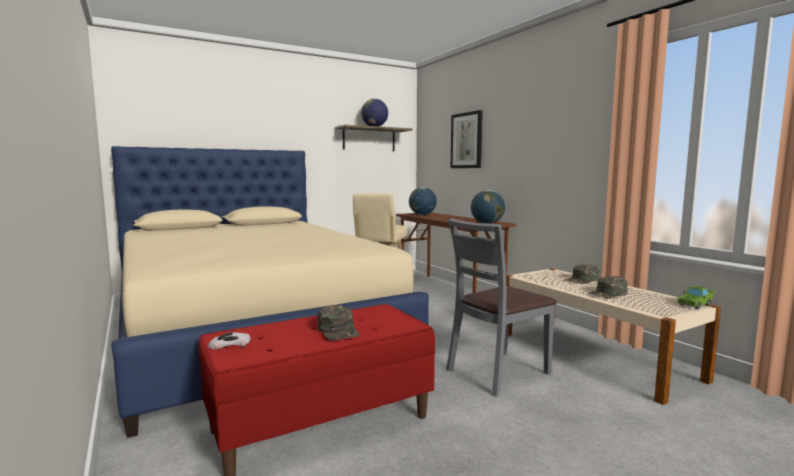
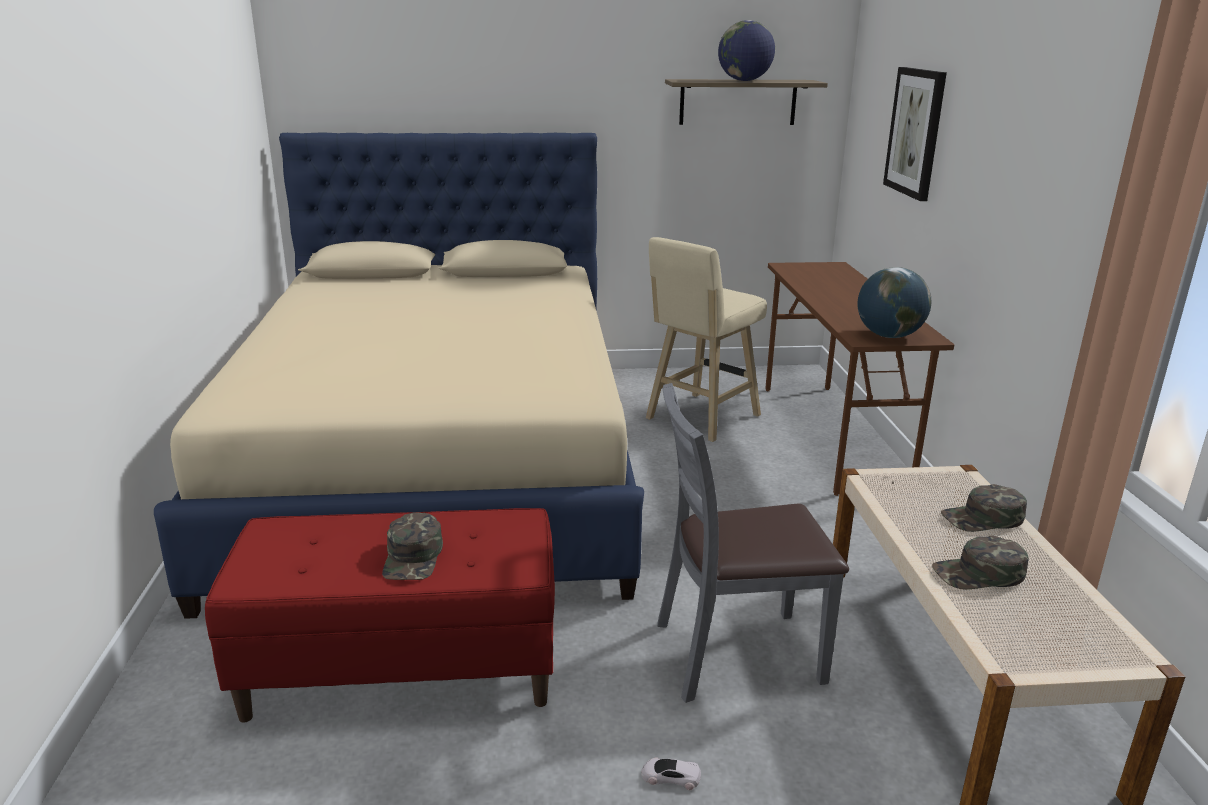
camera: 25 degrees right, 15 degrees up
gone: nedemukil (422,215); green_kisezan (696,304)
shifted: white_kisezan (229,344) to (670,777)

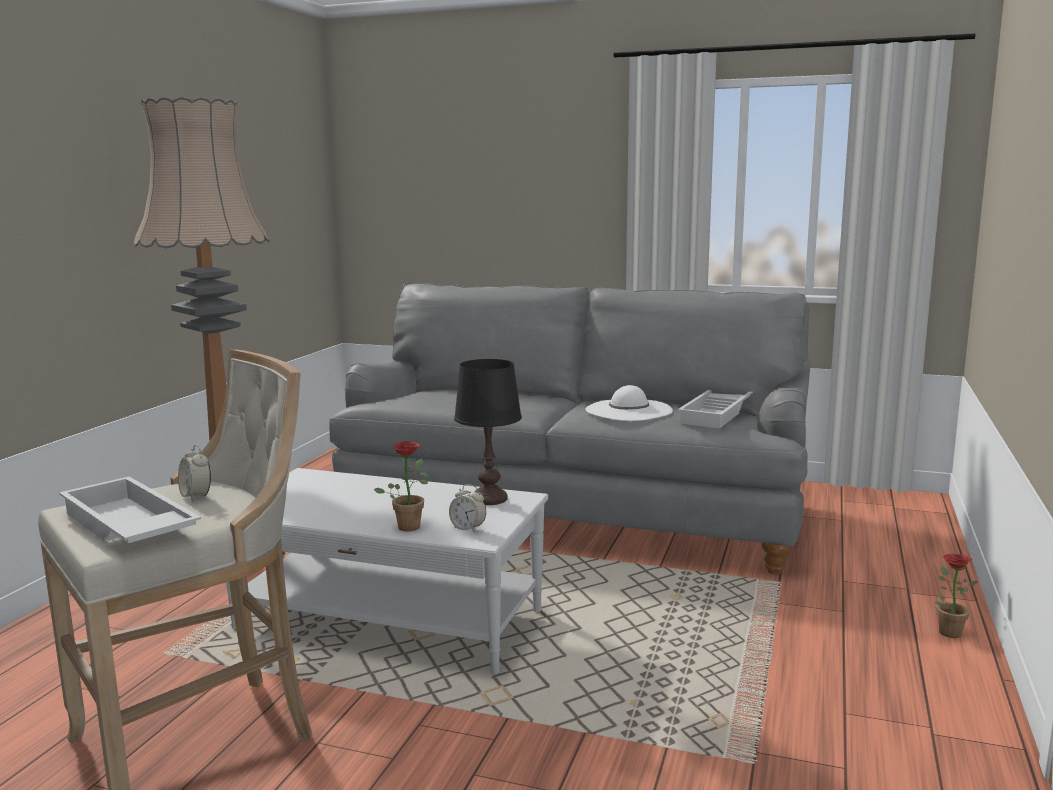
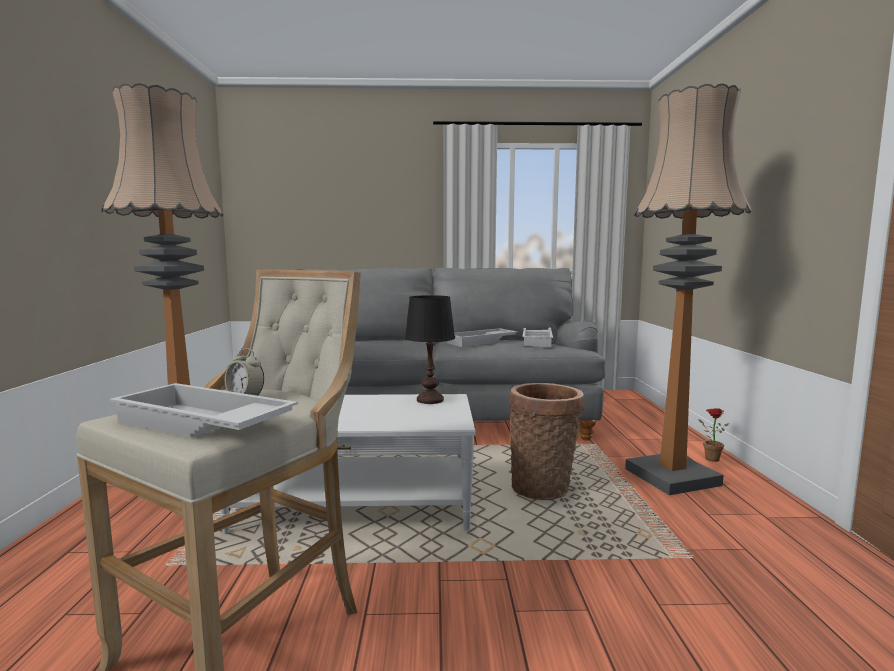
camera: 20 degrees left, 5 degrees down
gone: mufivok (409,525); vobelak (468,528)
new: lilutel (543,487); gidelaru (672,477)
swapped: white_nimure (628,410) to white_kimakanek (481,342)

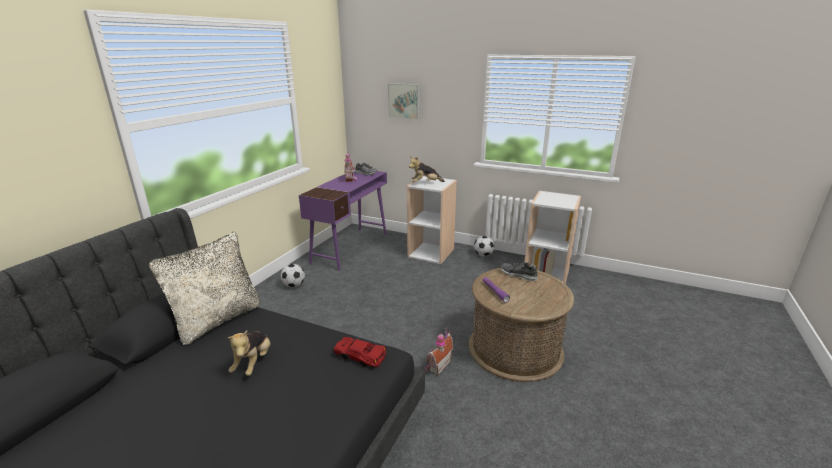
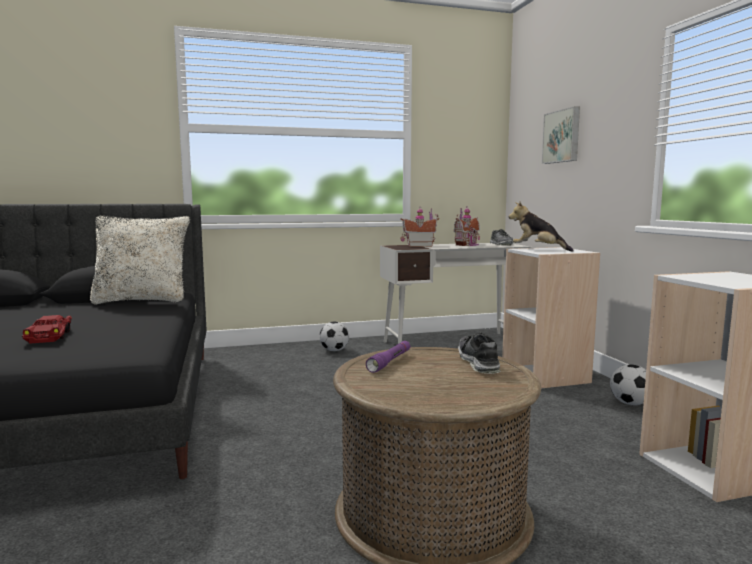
camera: 50 degrees right, 15 degrees down
gone: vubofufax (253,363)
shifted: red_kisezan (359,356) to (51,336); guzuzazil (437,365) to (419,246)
repainted: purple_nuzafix (350,247) to white_nuzafix (453,343)

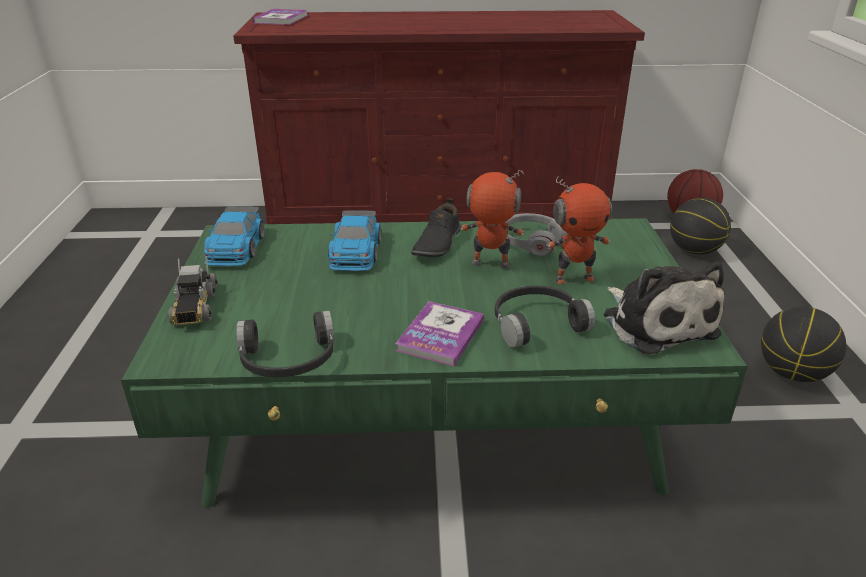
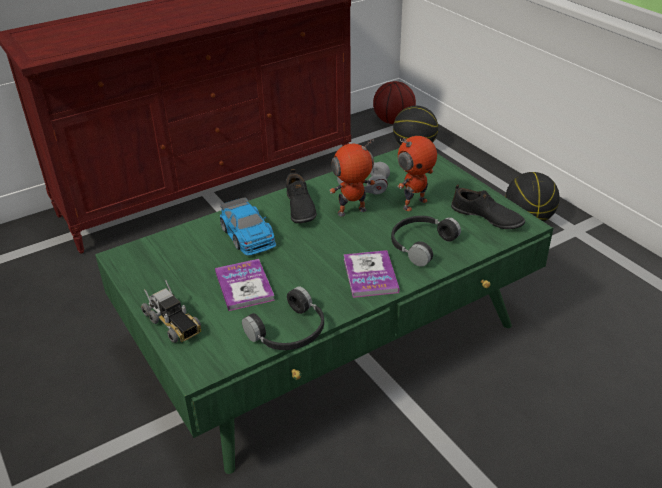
camera: 30 degrees left, 5 degrees up
gone: kisezan (236,248)
shifted: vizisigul (281,19) to (244,286)
swapped: vubofufax (656,322) to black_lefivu (486,217)

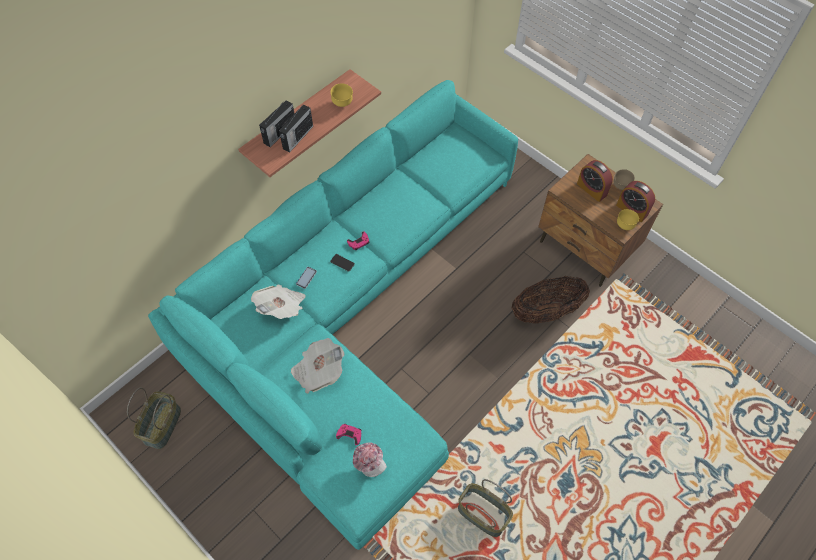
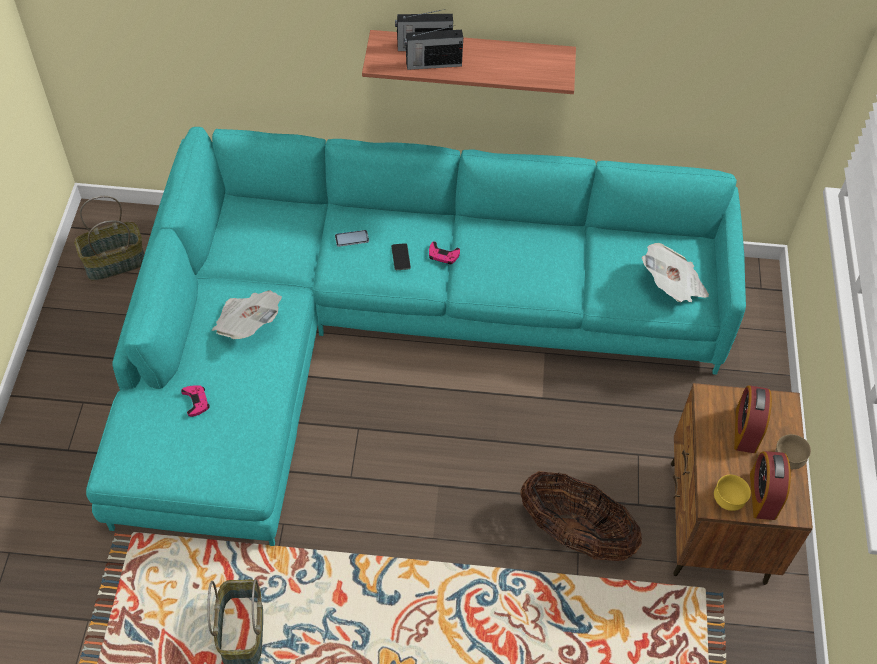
camera: 50 degrees right, 5 degrees down
gone: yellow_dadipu (342,103); nimure (369,468)
shifted: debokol (282,307) to (672,286)

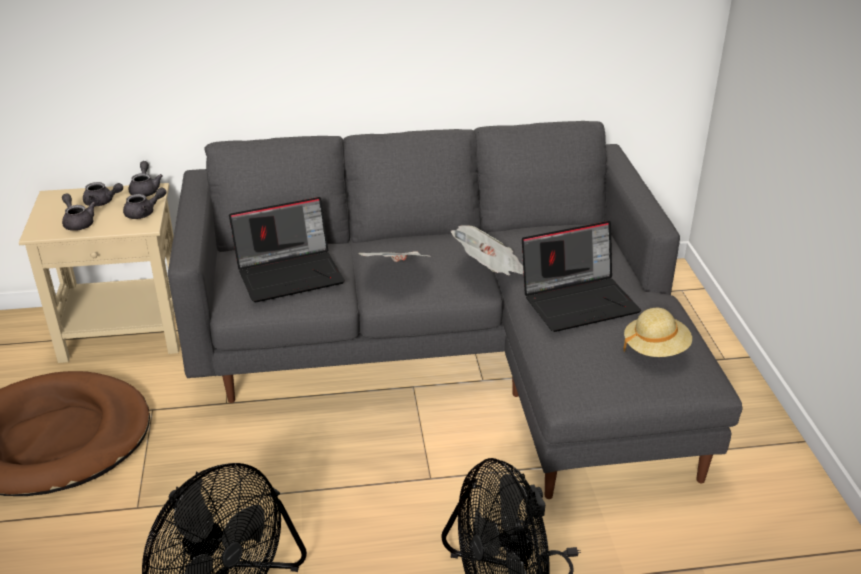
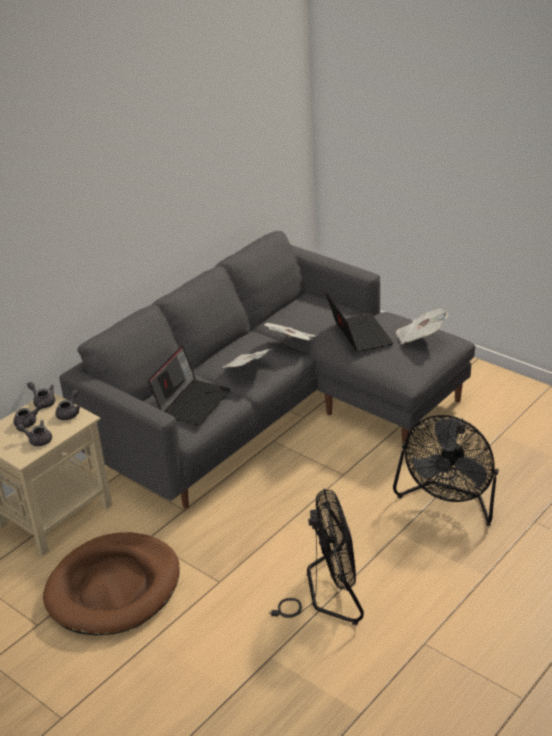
camera: 40 degrees left, 0 degrees up
swapped: beige_nimure (655,349) to debokol (420,337)
rotated: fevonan (579,301) = (358,334) 45 degrees counterclockwise

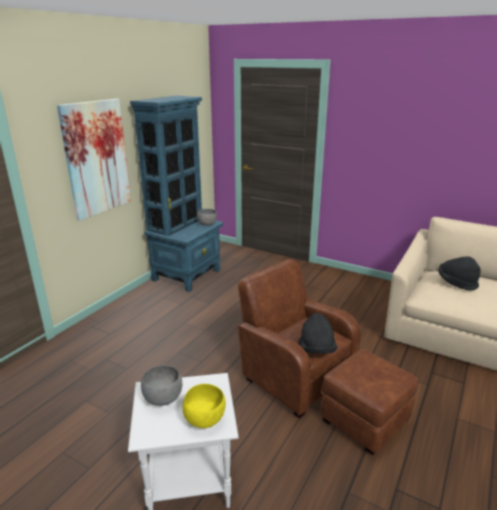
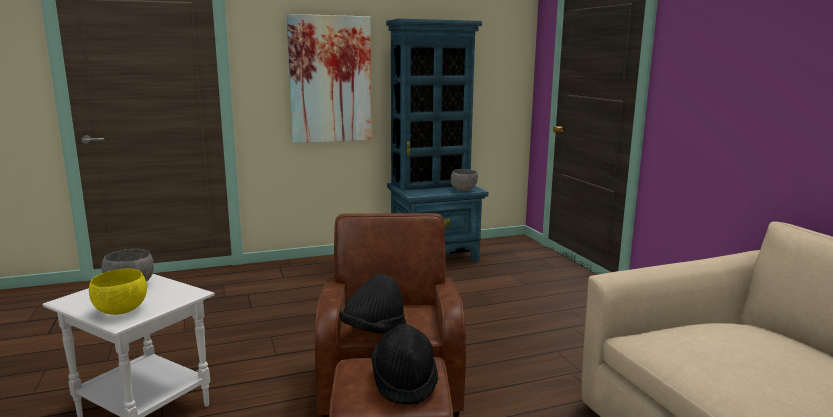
camera: 40 degrees right, 10 degrees down
shifted: black_nimure (456,283) to (404,382)

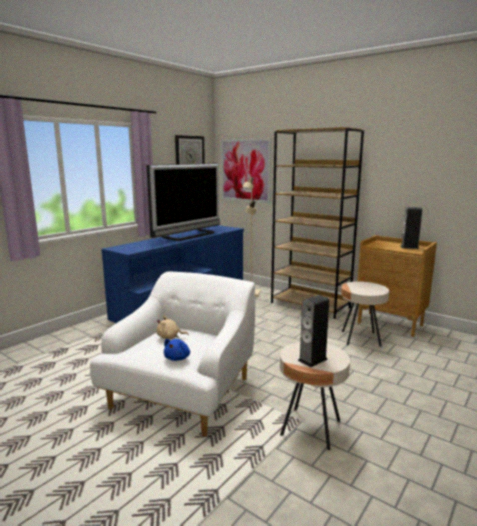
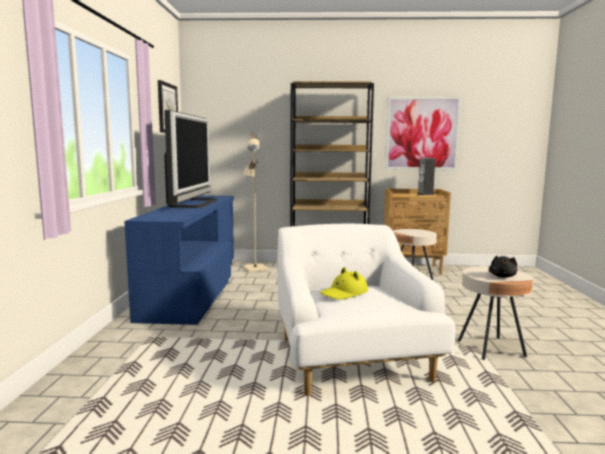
camera: 35 degrees left, 5 degrees down
gone: blue_vubofufax (178,358)
shifted: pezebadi (245,170) to (422,133)
swapped: beige_vubofufax (170,337) to yellow_nimure (344,293); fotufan (312,360) to black_vubofufax (502,276)

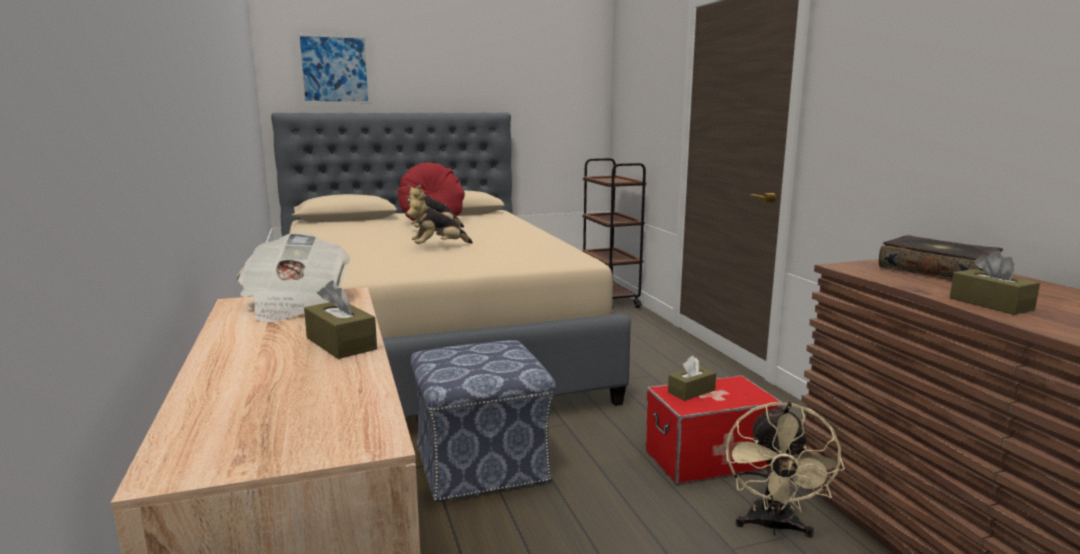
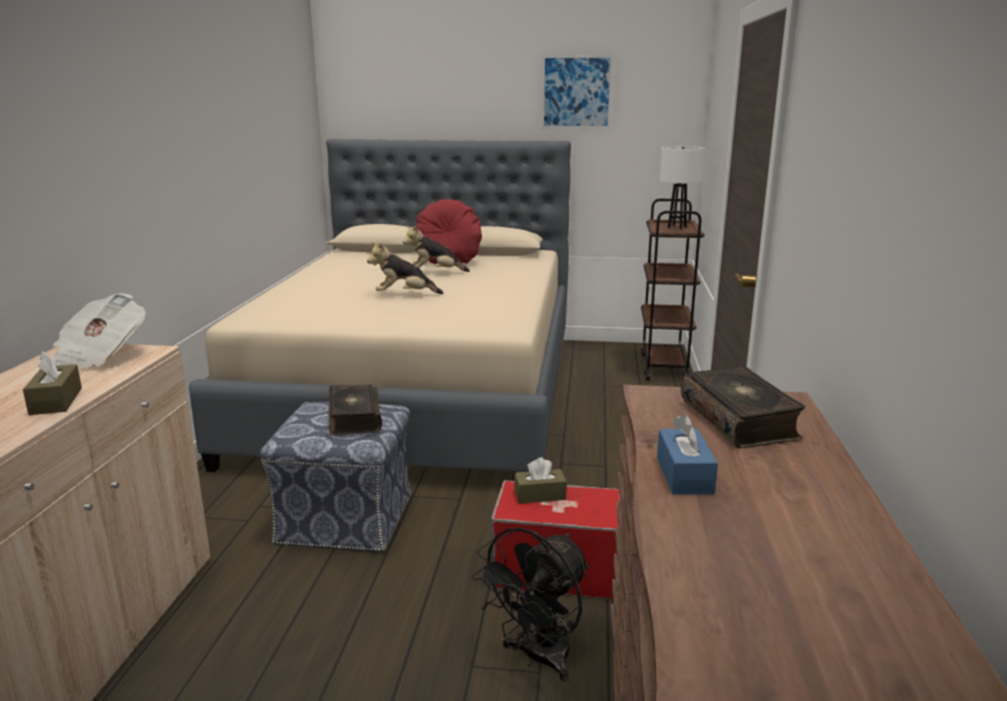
camera: 25 degrees right, 5 degrees up
new: vizisigul (353,419); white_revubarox (677,227)
shifted: pezebadi (334,69) to (576,92)
repainted: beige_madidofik (773,527) to black_madidofik (537,658); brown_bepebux (990,304) to blue_bepebux (684,475)

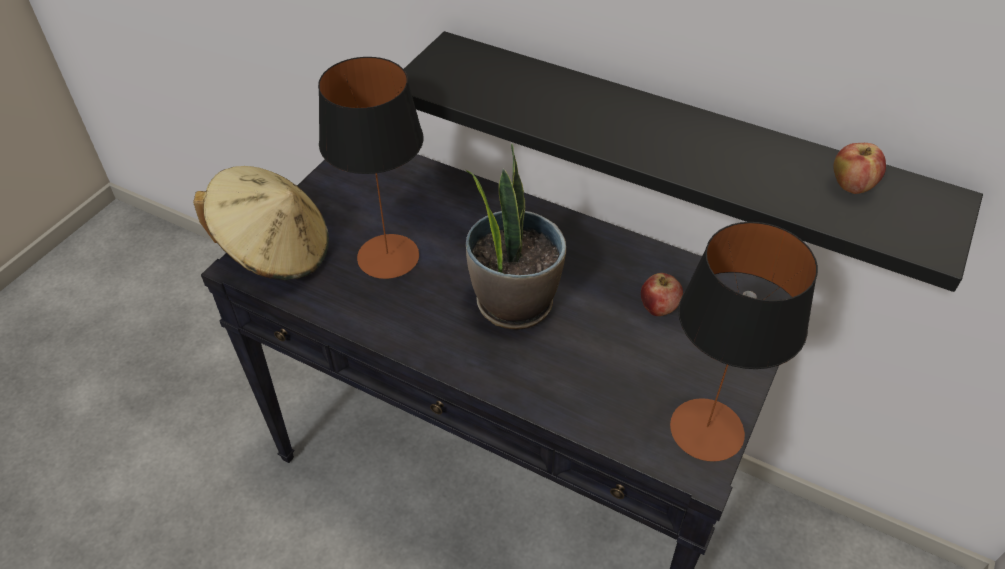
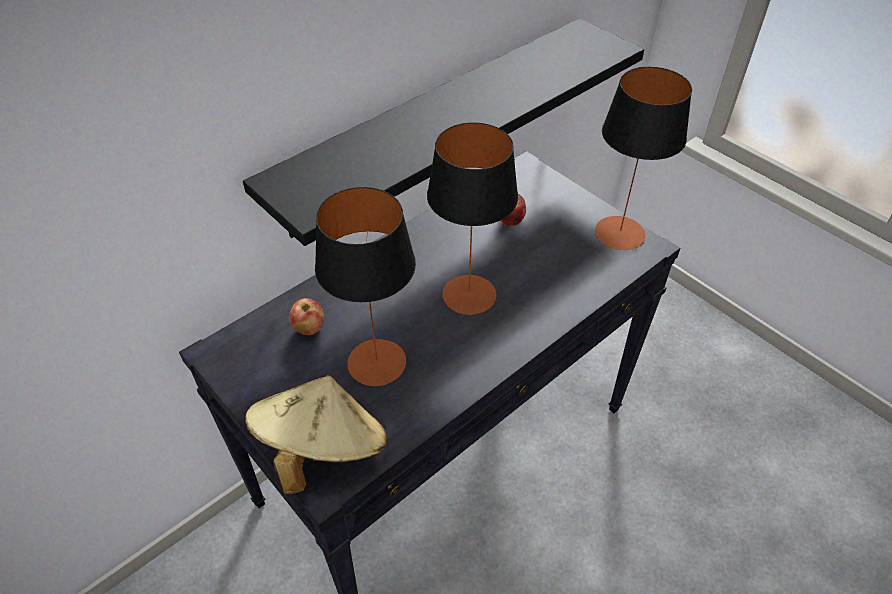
camera: 70 degrees left, 0 degrees up
shifted: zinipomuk (851,186) to (309,328)
swapped: mufivok (513,302) to revubarox (469,294)

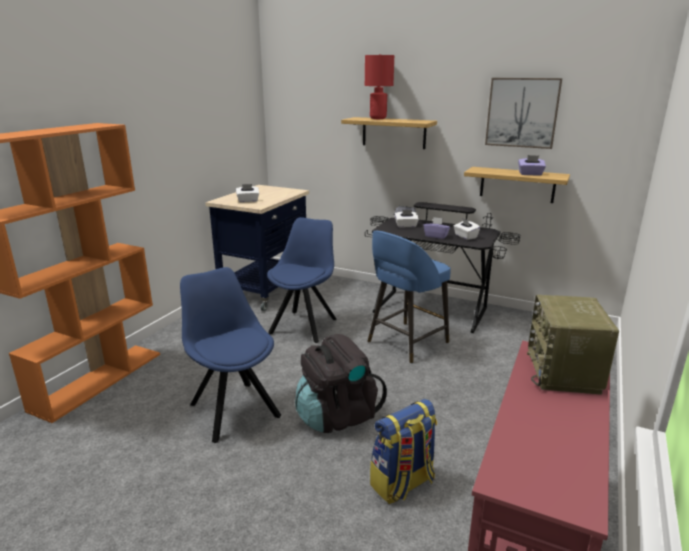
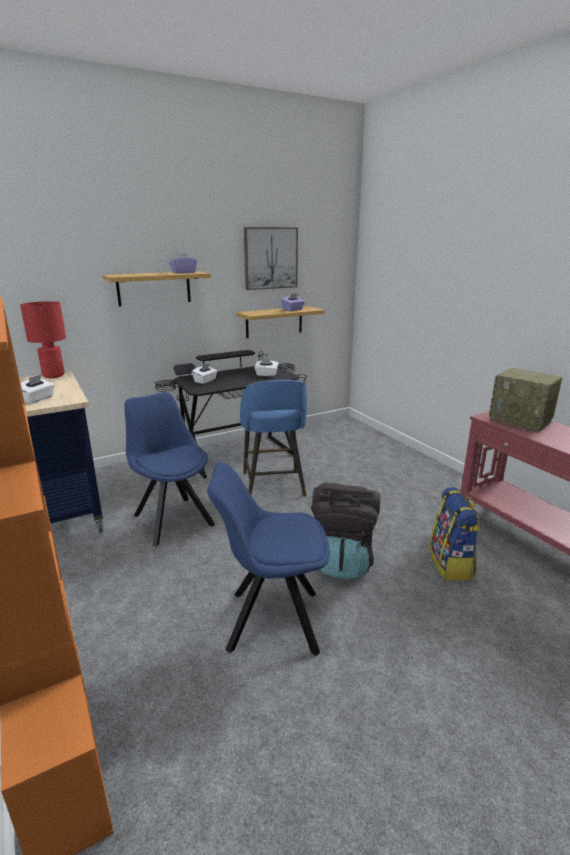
camera: 55 degrees left, 0 degrees up
shifted: red_revubarox (378,119) to (54,377); purple_bepebux (436,236) to (183,272)

